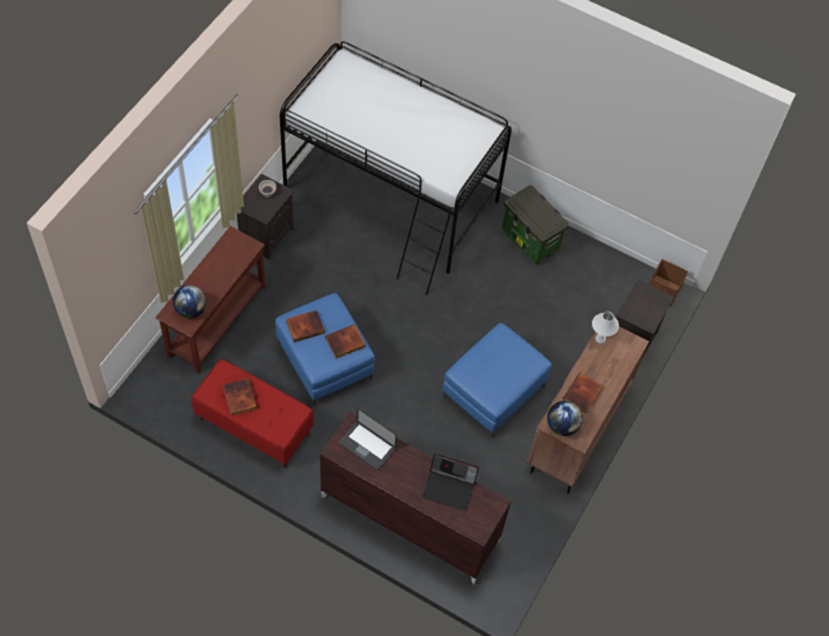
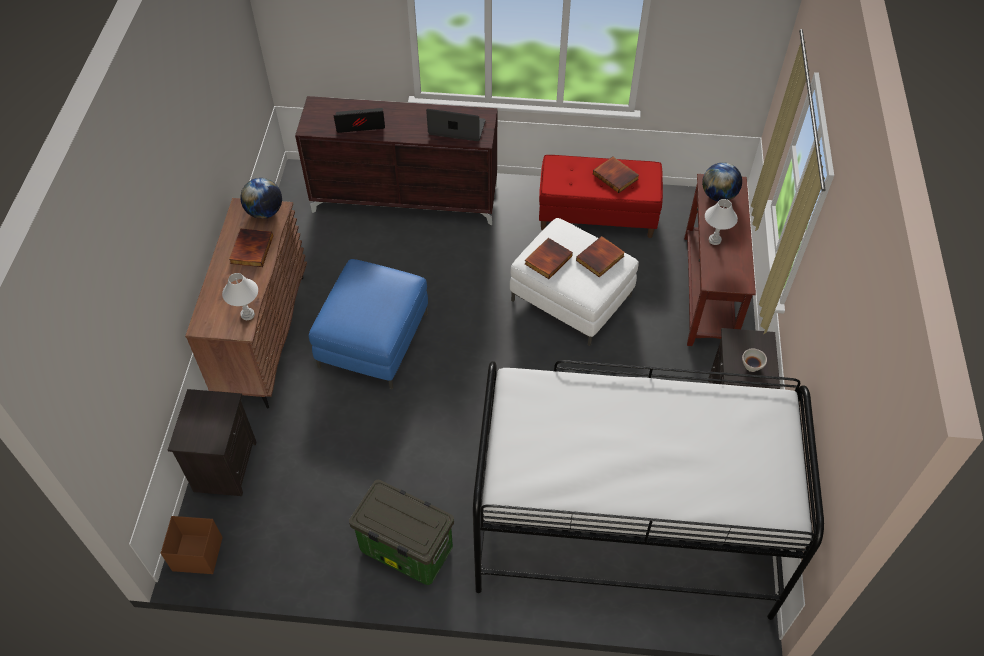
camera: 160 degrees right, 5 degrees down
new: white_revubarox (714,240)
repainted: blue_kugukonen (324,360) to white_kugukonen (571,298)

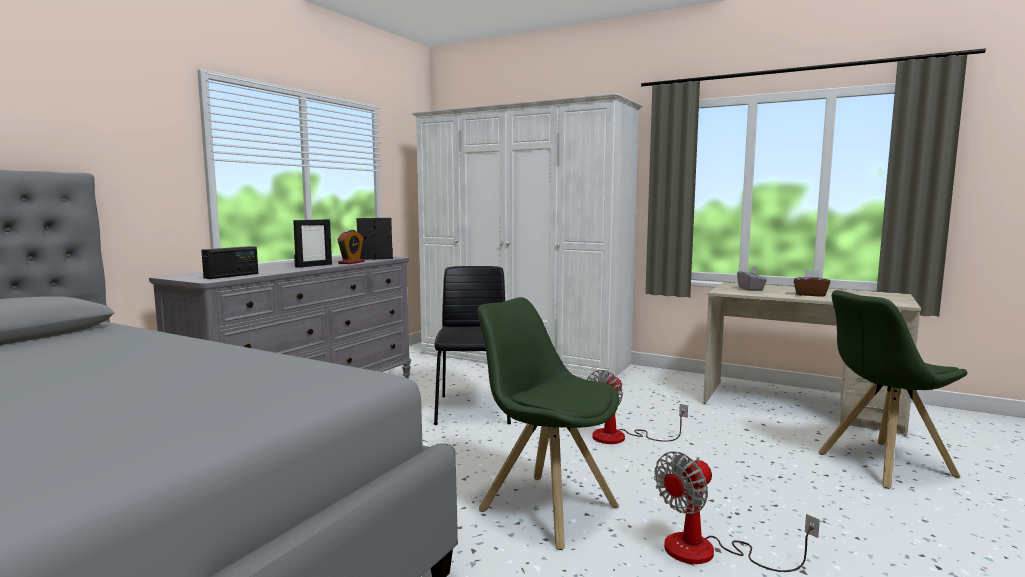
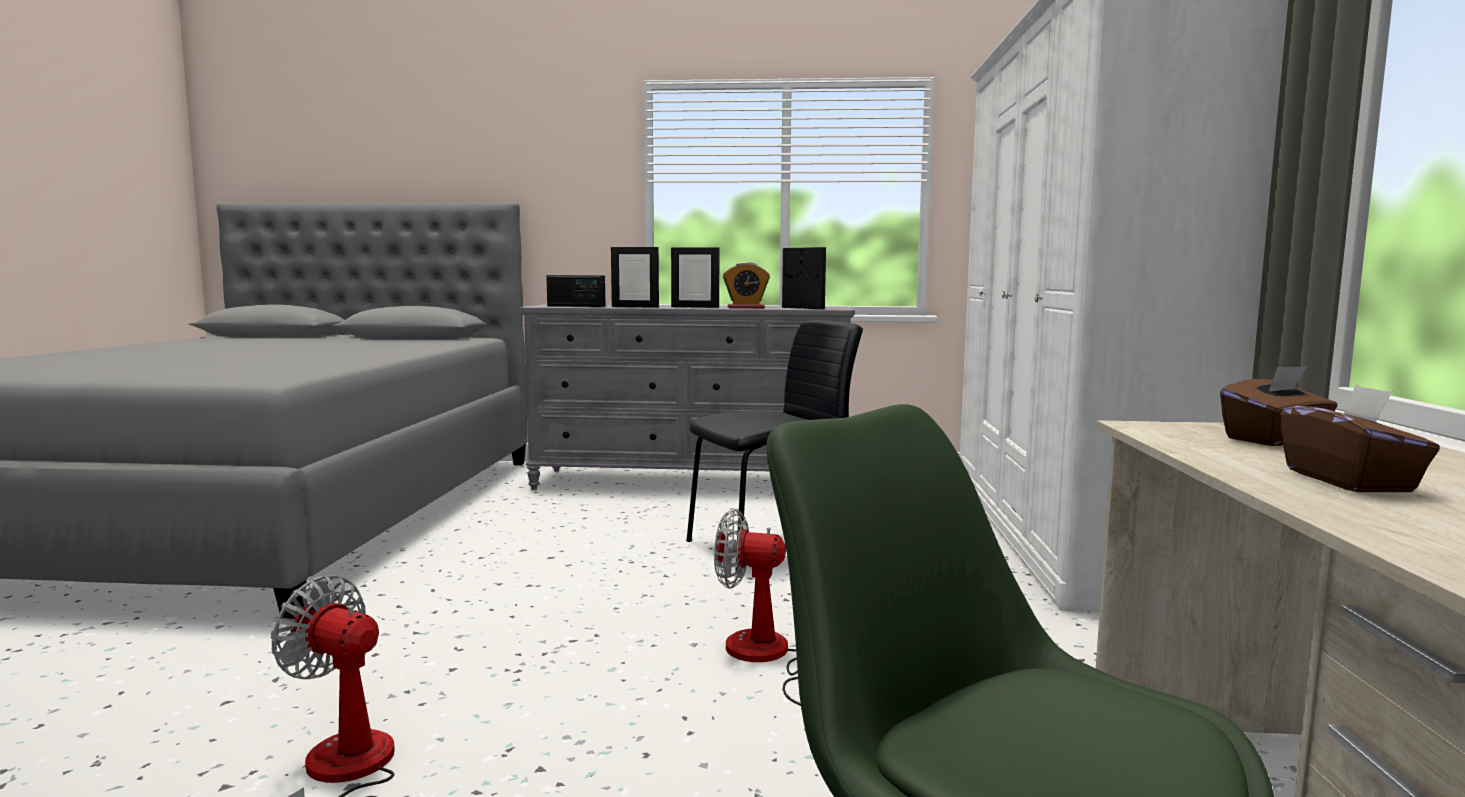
camera: 65 degrees right, 0 degrees up
gone: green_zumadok (547,508)
new: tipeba (635,307)
repainted: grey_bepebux (751,289) to brown_bepebux (1275,440)

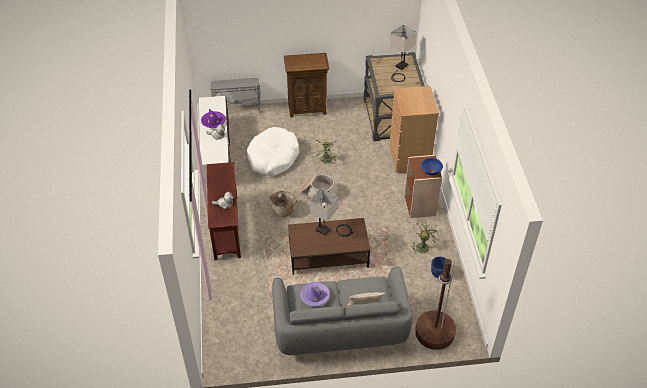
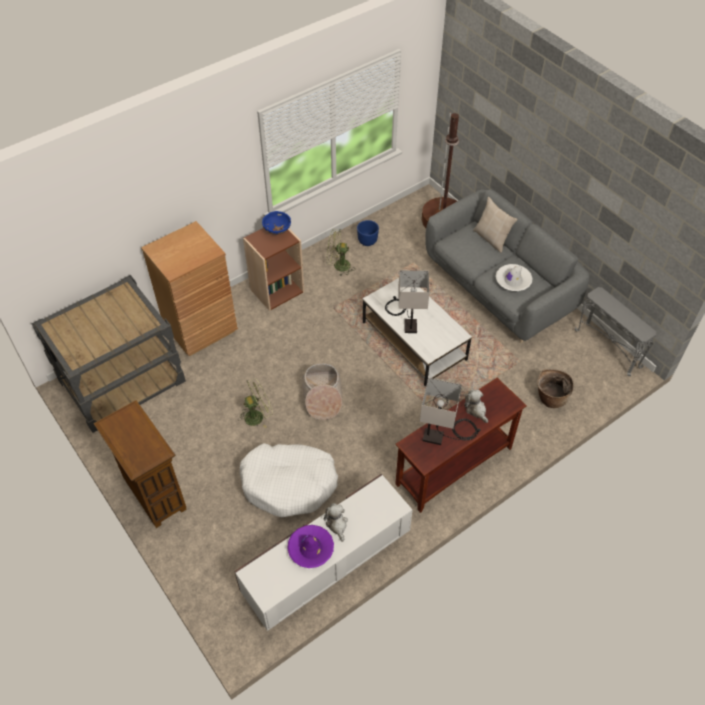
camera: 120 degrees left, 5 degrees up
shifted: revubarox (399,71) to (447,435); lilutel (283,210) to (550,398); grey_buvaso (237,110) to (607,349)
repainted: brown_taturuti (327,255) to white_taturuti (414,341); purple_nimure (315,296) to white_nimure (513,281)

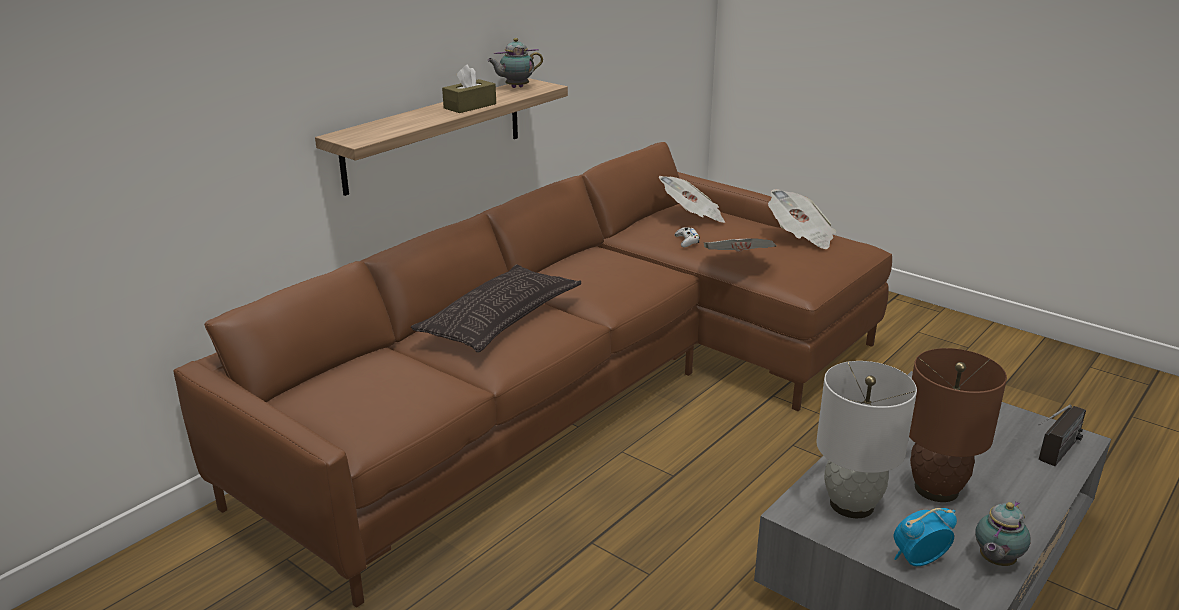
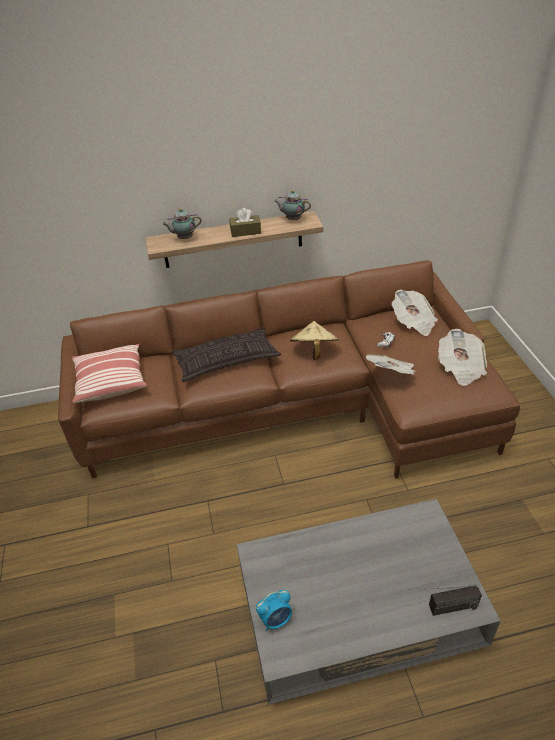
camera: 40 degrees right, 15 degrees up
gone: white_revubarox (851,504); brown_revubarox (936,489)
new: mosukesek (110,381); beige_nimure (314,351)
shifted: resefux (995,561) to (184,238)
rotated: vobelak (917,560) = (276,619) 135 degrees clockwise

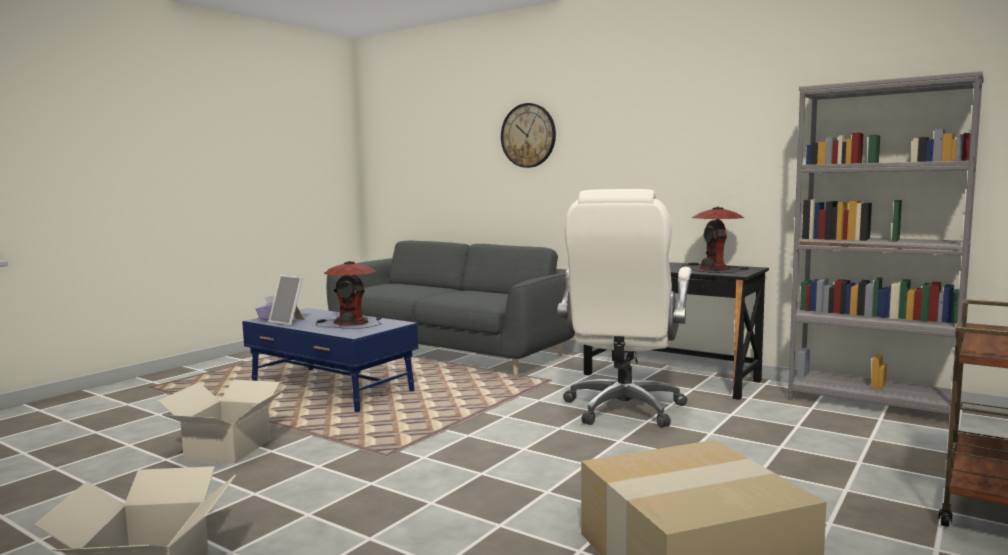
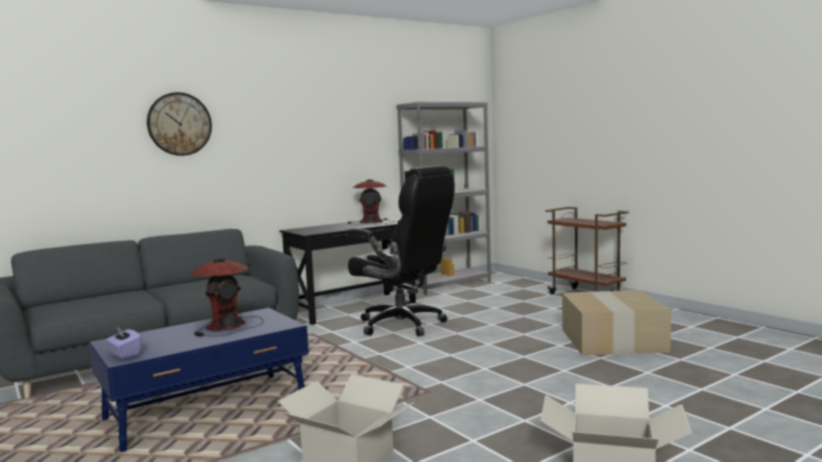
camera: 70 degrees left, 0 degrees up
gone: tipeba (289,322)
repainted: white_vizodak (623,409) to black_vizodak (403,325)

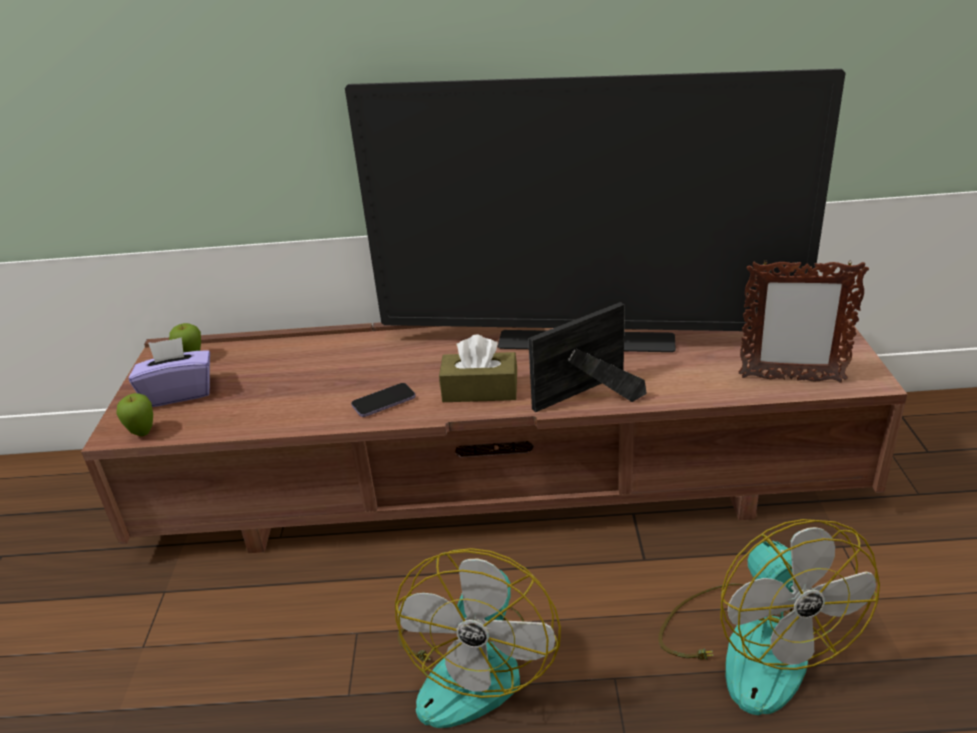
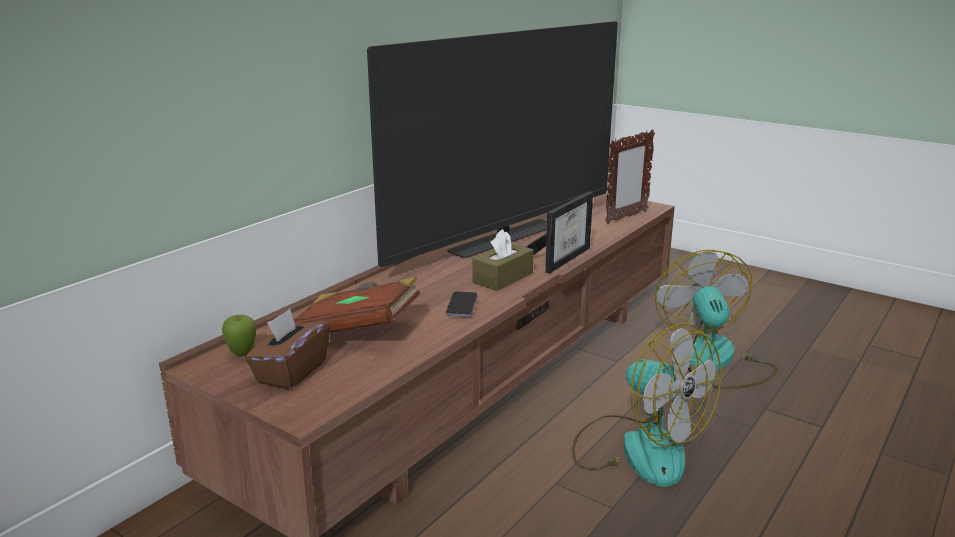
camera: 55 degrees left, 10 degrees down
gone: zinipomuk (143,433)
new: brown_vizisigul (356,331)
repainted: purple_bepebux (179,393) to brown_bepebux (291,372)
rotated: tipeba (583,397) = (561,258) 150 degrees counterclockwise; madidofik (752,644) = (714,362) 120 degrees counterclockwise

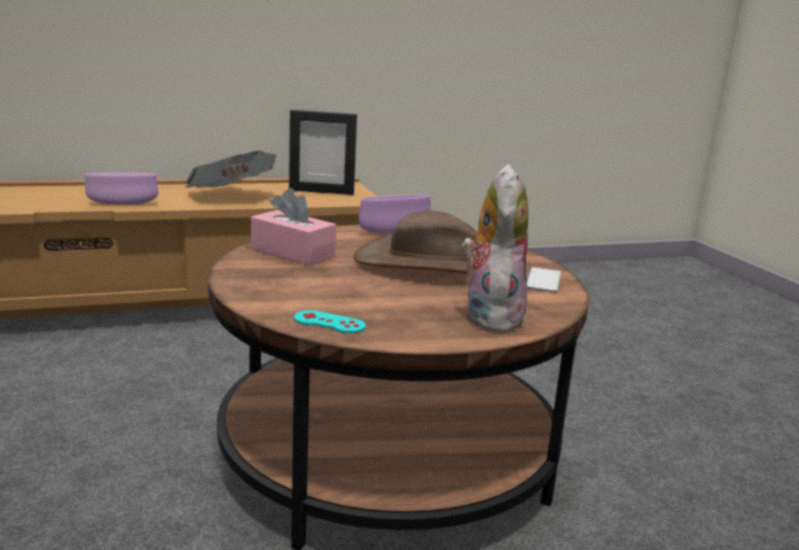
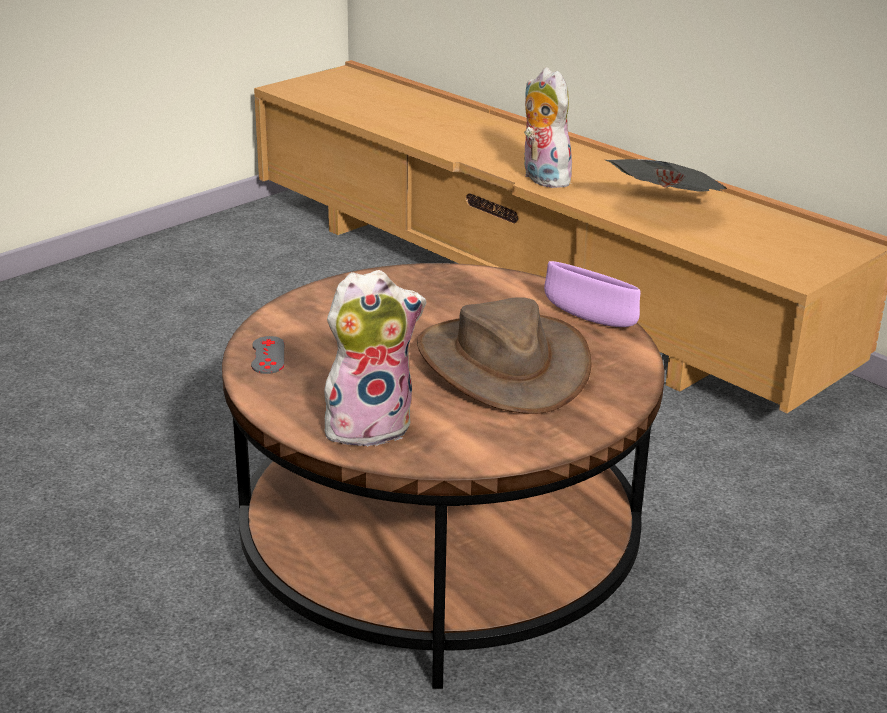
camera: 65 degrees right, 10 degrees up
gone: pink_bepebux (292,252); tipeba (321,191); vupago (543,280)
swapped: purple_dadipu (122,204) to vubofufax (541,178)
repainted: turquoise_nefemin (329,322) to grey_nefemin (268,355)

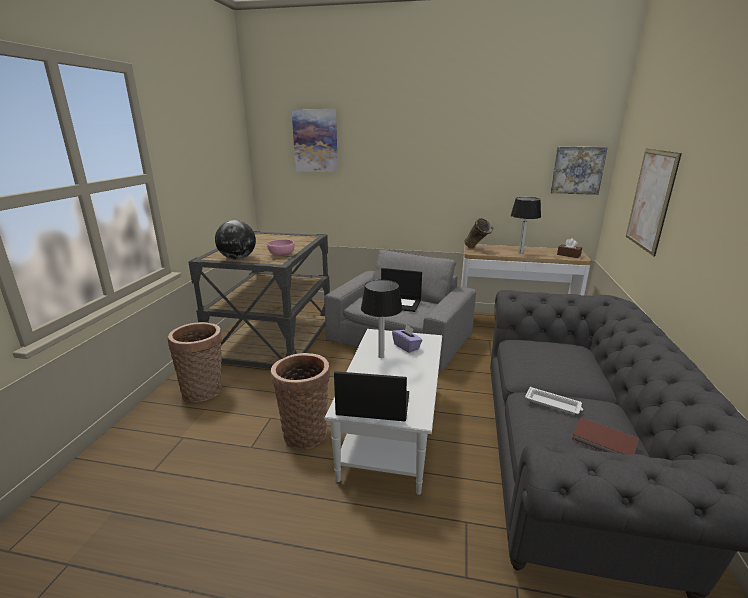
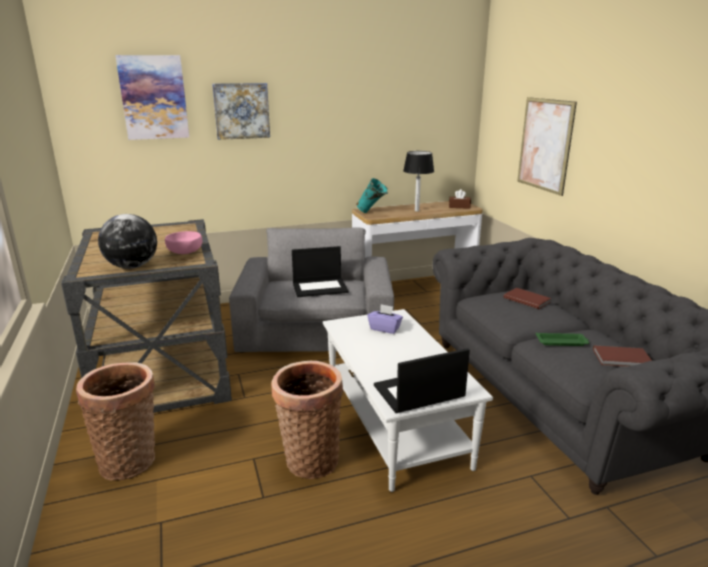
camera: 30 degrees left, 0 degrees up
gone: revubarox (381,356)
new: brown_vizisigul (526,299)
shifted: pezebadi (577,170) to (241,111)
repainted: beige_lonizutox (477,249) to turquoise_lonizutox (372,213); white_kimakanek (553,404) to green_kimakanek (562,342)

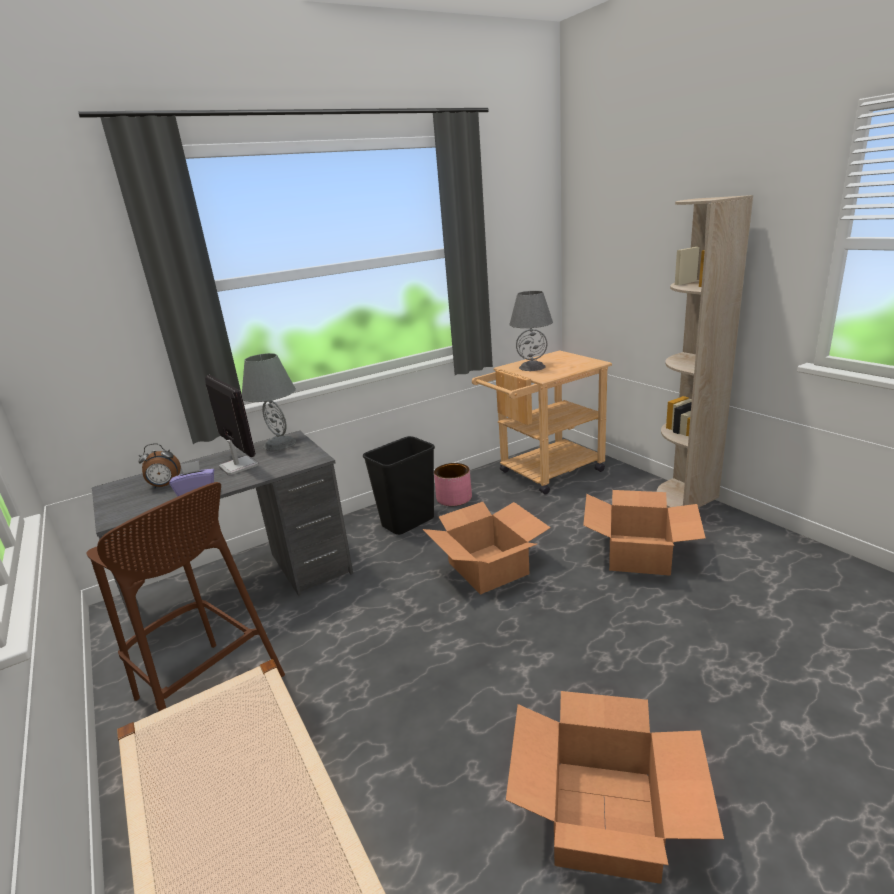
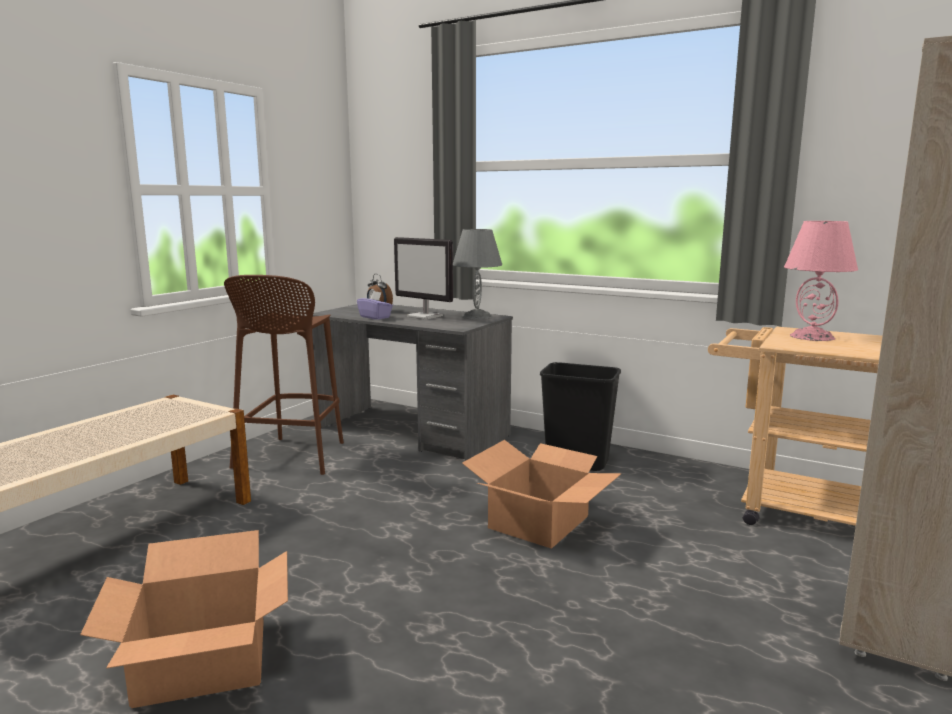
camera: 60 degrees right, 10 degrees down
gone: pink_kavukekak (454,498); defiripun (639,554)
repainted: grey_revubarox (532,367) to pink_revubarox (812,336)
rotated: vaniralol (238,466) = (425,316) 105 degrees clockwise

